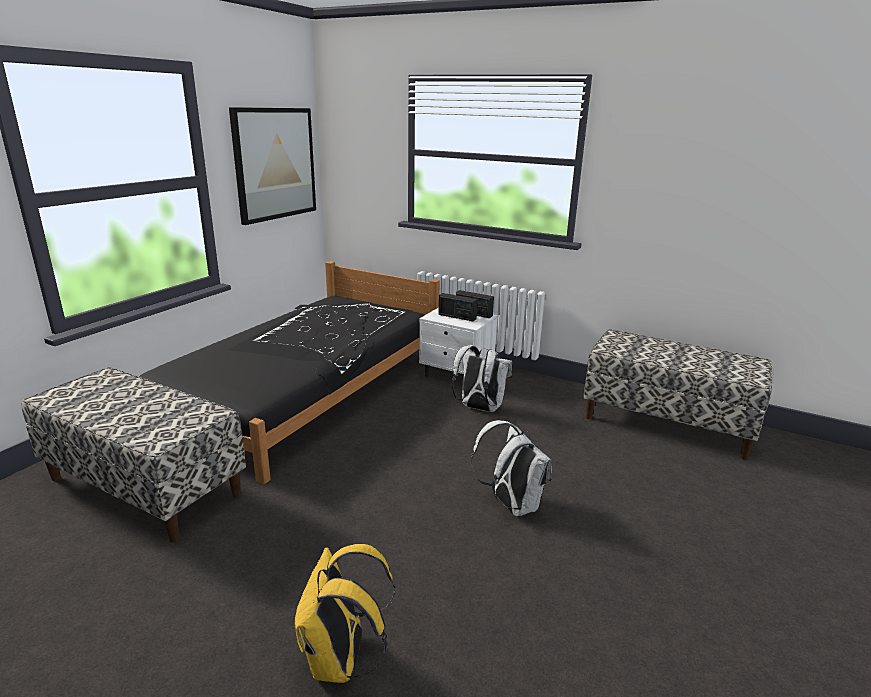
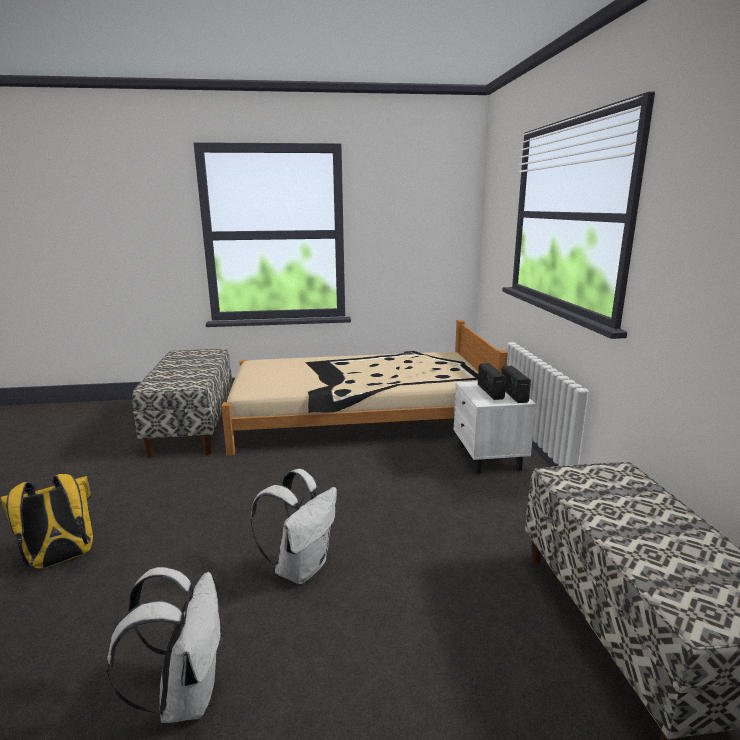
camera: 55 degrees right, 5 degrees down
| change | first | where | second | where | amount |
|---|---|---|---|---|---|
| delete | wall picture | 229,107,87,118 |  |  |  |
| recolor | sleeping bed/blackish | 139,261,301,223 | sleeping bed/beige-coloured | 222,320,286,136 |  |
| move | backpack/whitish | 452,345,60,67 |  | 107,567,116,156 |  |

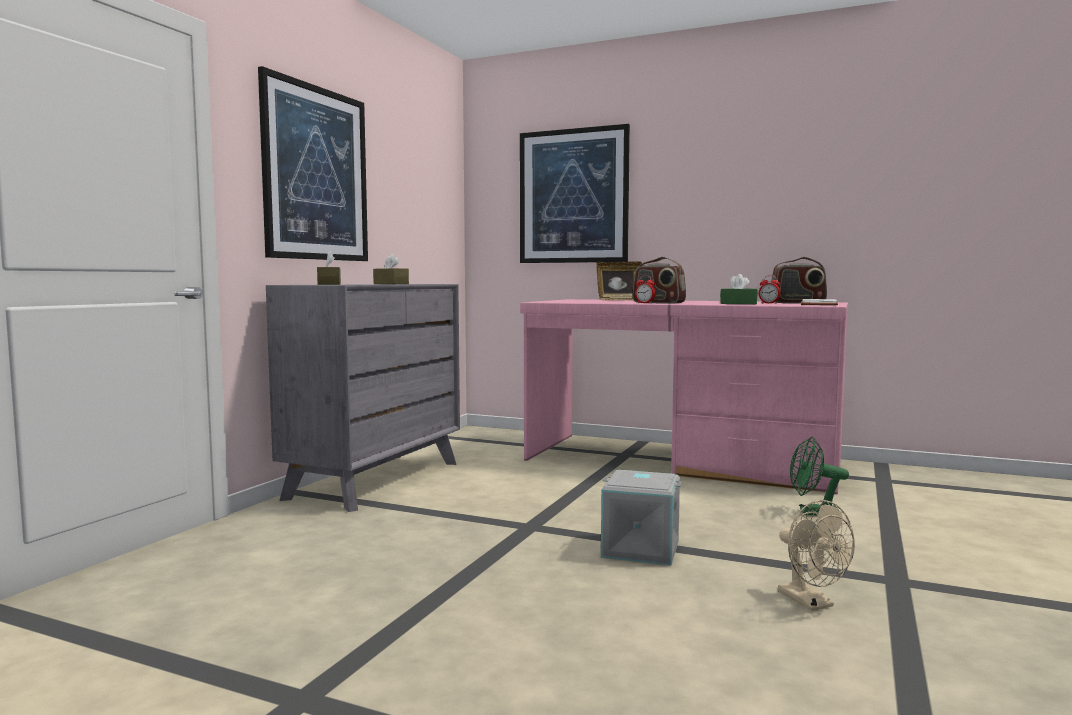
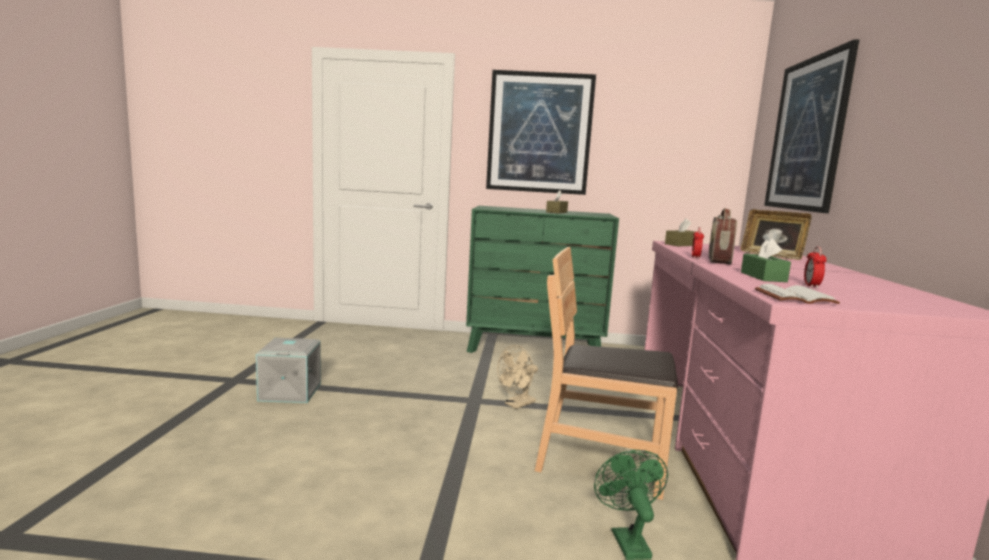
camera: 70 degrees right, 5 degrees up
| change | first | where | second | where | amount |
|---|---|---|---|---|---|
| move | tissue holder/brownish | 317,251,24,34 |  | 665,218,30,28 |  |
| delete | radio | 771,257,56,46 |  |  |  |
| recolor | chest of drawers/greyish | 266,284,194,228 | chest of drawers/green | 466,206,153,147 |  |
| move | storage box/greyish | 601,470,81,95 |  | 256,338,65,65 |  |
| move | fan/beige-coloured | 778,500,77,111 |  | 497,345,41,64 |  |
| insert |  |  | chair/brownish | 535,247,143,253 |  |

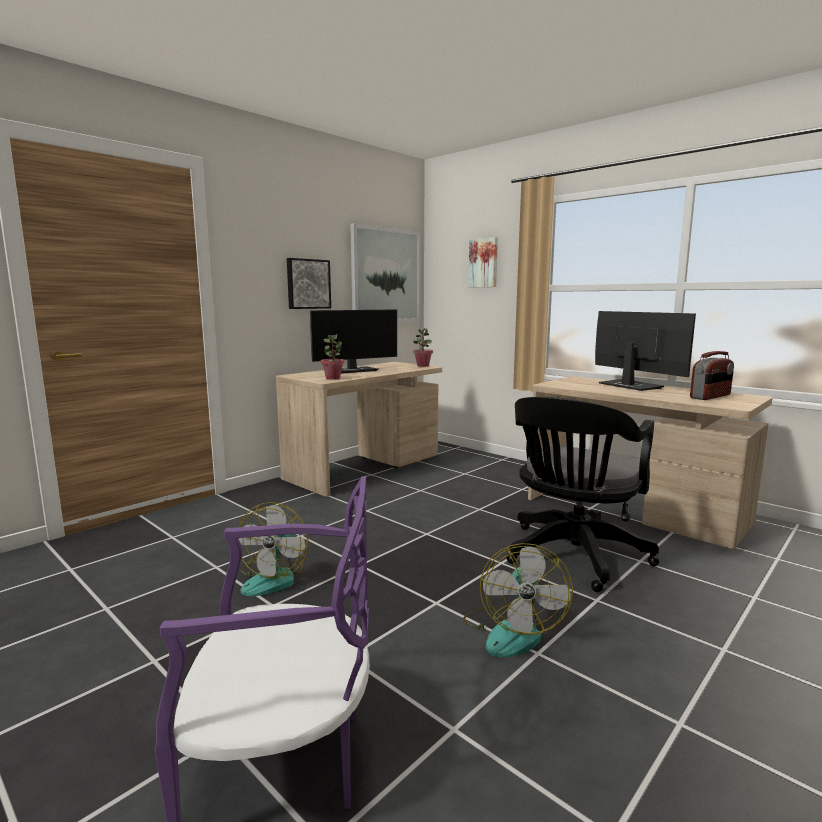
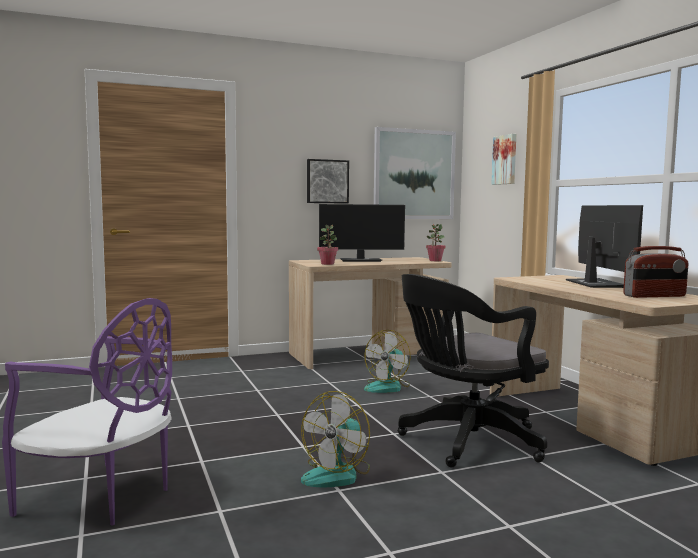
camera: 25 degrees right, 5 degrees down
| change | first | where | second | where | amount |
|---|---|---|---|---|---|
| move | fan | 239,502,69,94 |  | 364,330,47,63 |  |

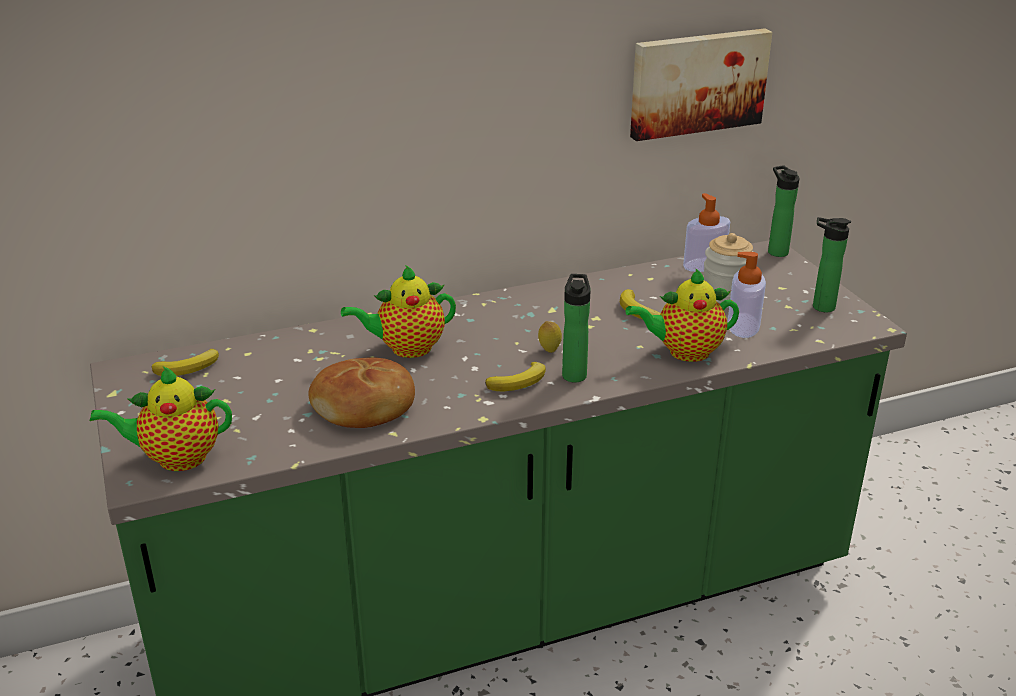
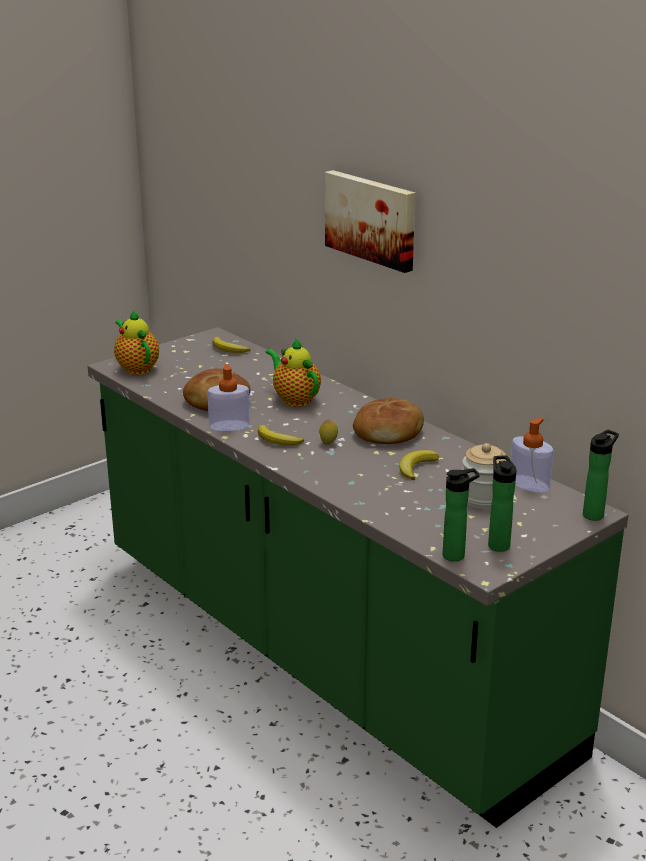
camera: 70 degrees right, 5 degrees down
| change | first | where | second | where | amount |
|---|---|---|---|---|---|
| move | wall picture | 630,28,142,113 |  | 325,170,90,103 |  |
| move | soap bottle | 727,252,39,86 |  | 207,364,43,67 |  |
| delete | teapot | 626,268,113,94 |  |  |  |
| move | bottle | 562,274,29,109 |  | 443,468,36,93 |  |
| insert |  |  | baked bread | 353,398,71,46 |  |

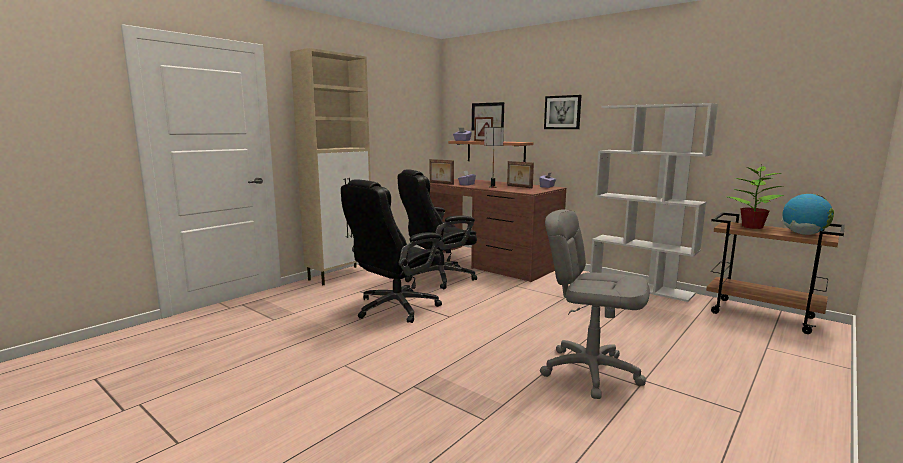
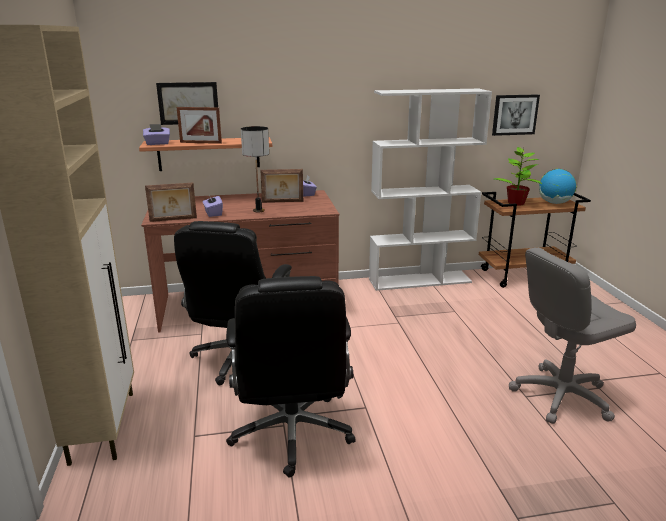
camera: 50 degrees left, 10 degrees up
| change | first | where | second | where | amount |
|---|---|---|---|---|---|
| move | wall picture | 544,95,37,34 |  | 492,94,48,42 |  |

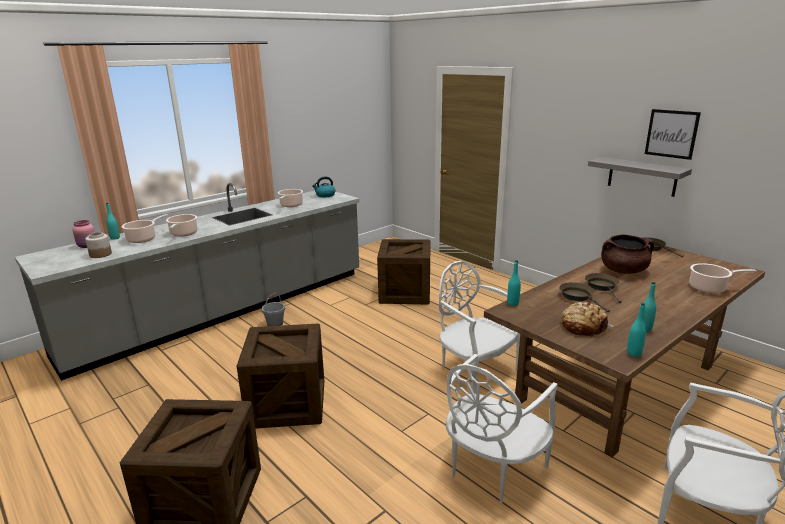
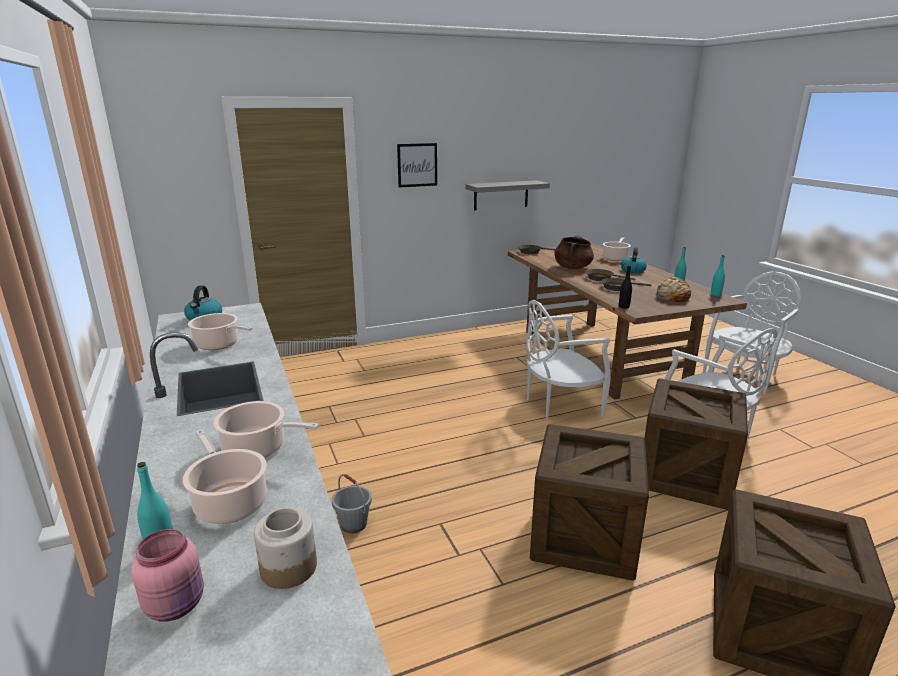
camera: 70 degrees left, 0 degrees up
| change | first | where | second | where | amount |
|---|---|---|---|---|---|
| move | wall picture | 645,109,56,51 |  | 397,143,40,44 |  |
| move | shipping crate | 377,239,54,66 |  | 644,378,104,132 |  |
| recolor | bottle/turquoise-coloured | 507,260,14,46 | bottle/blackish | 619,265,13,43 |  |
| insert |  |  | water kettle | 621,247,26,26 |  |

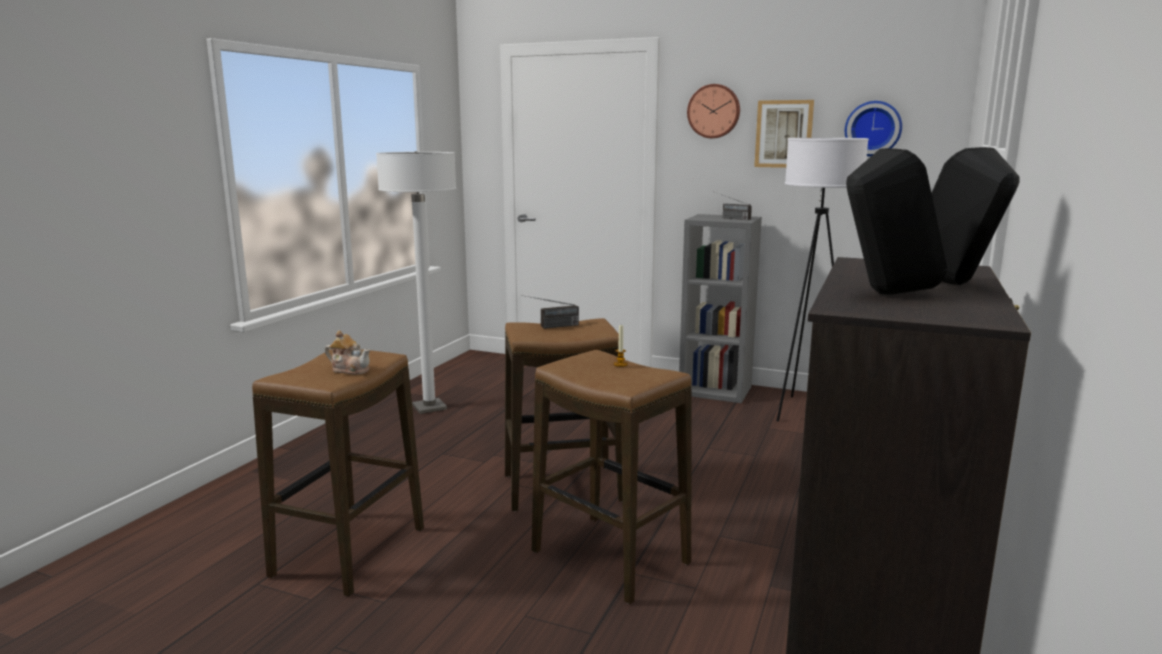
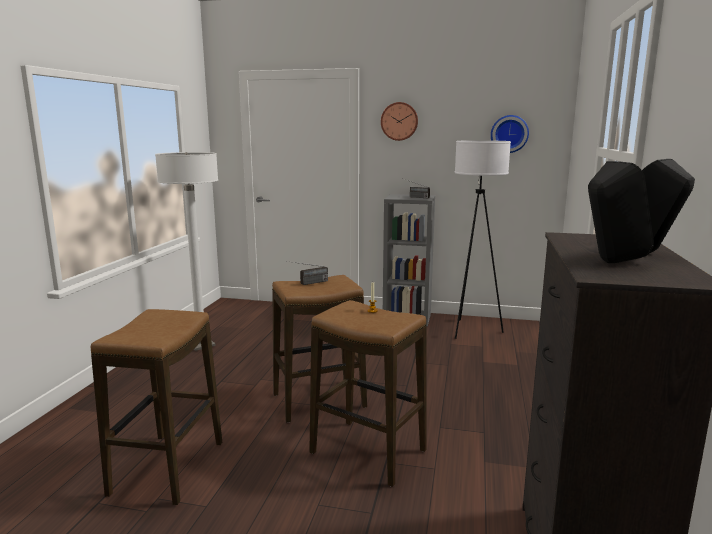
camera: 10 degrees left, 0 degrees up
| change | first | where | second | where | amount |
|---|---|---|---|---|---|
| delete | wall picture | 754,100,60,68 |  |  |  |
| delete | teapot | 325,330,45,44 |  |  |  |

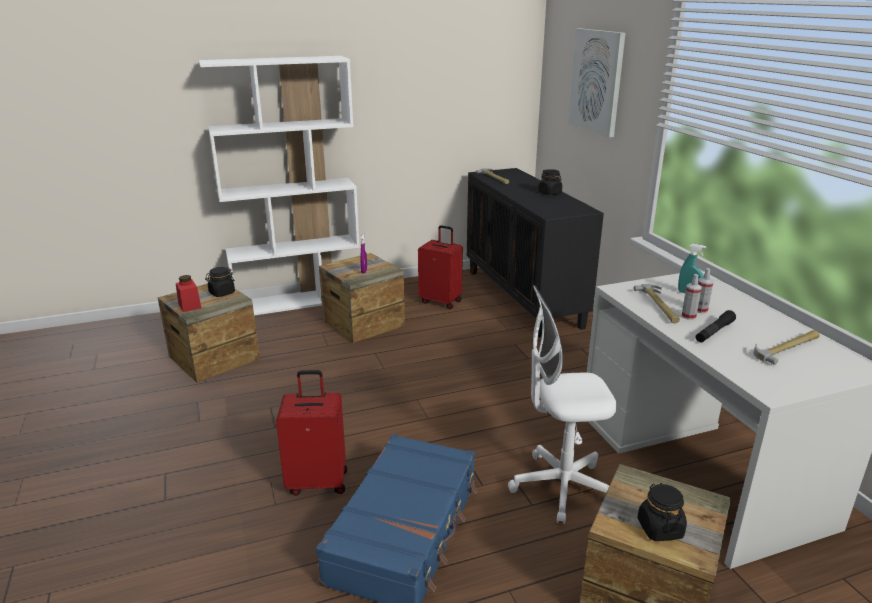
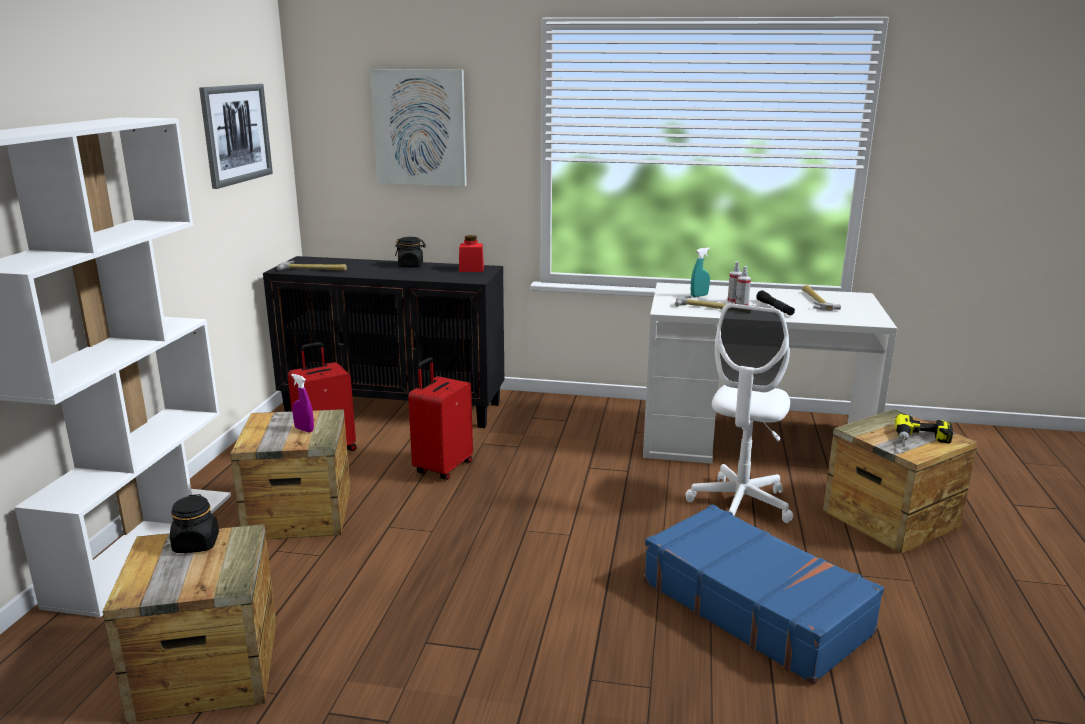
camera: 60 degrees left, 5 degrees down
| change | first | where | second | where | amount |
|---|---|---|---|---|---|
| move | jar/red | 176,275,25,37 |  | 459,235,25,37 |  |
| move | travel case/red | 276,370,71,125 |  | 408,357,65,123 |  |
| replace | jar/blackish | 637,483,50,58 | electric drill | 895,414,58,33 |  |
| insert |  |  | wall picture | 199,84,74,105 |  |

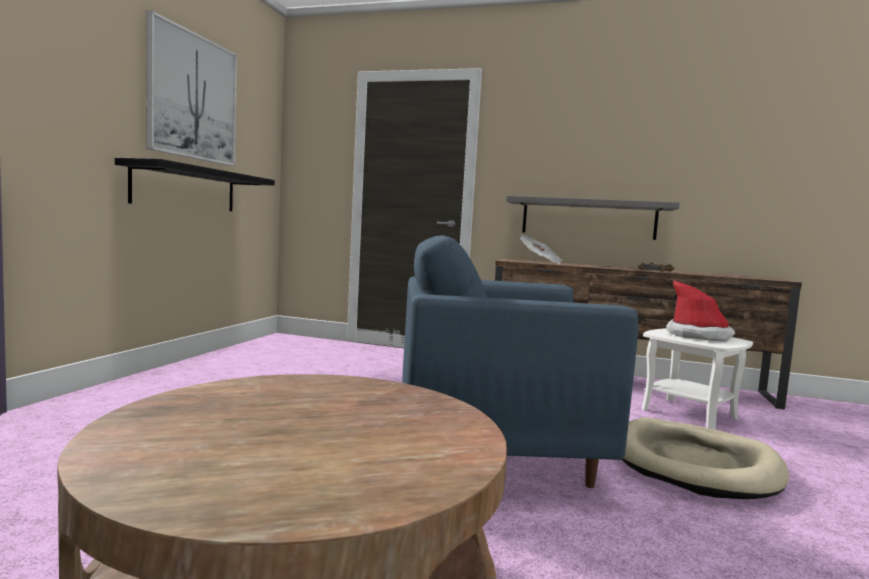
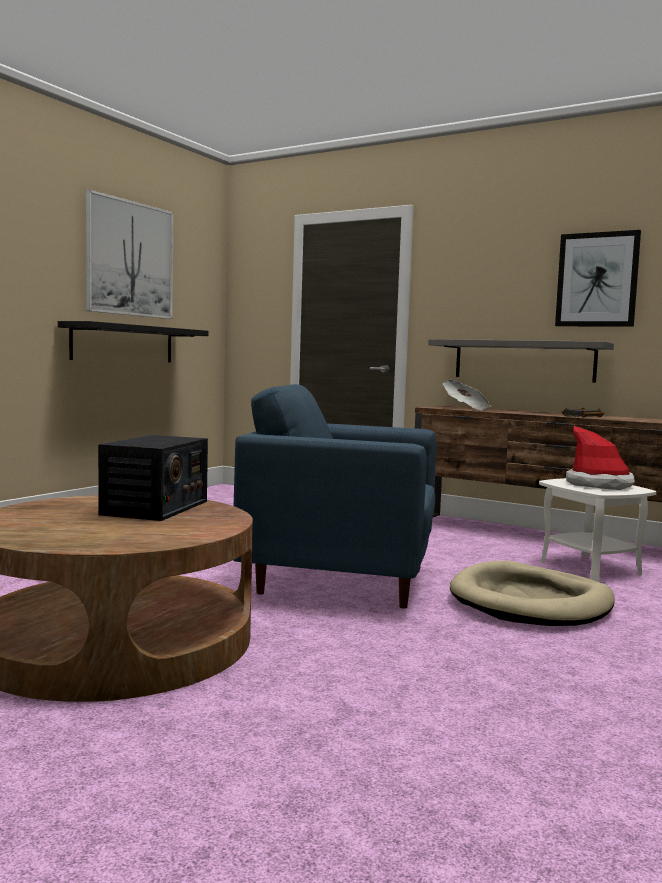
camera: 15 degrees right, 0 degrees up
| change | first | where | second | where | amount |
|---|---|---|---|---|---|
| insert |  |  | wall picture | 555,230,86,97 |  |
| insert |  |  | radio | 98,435,110,86 |  |

